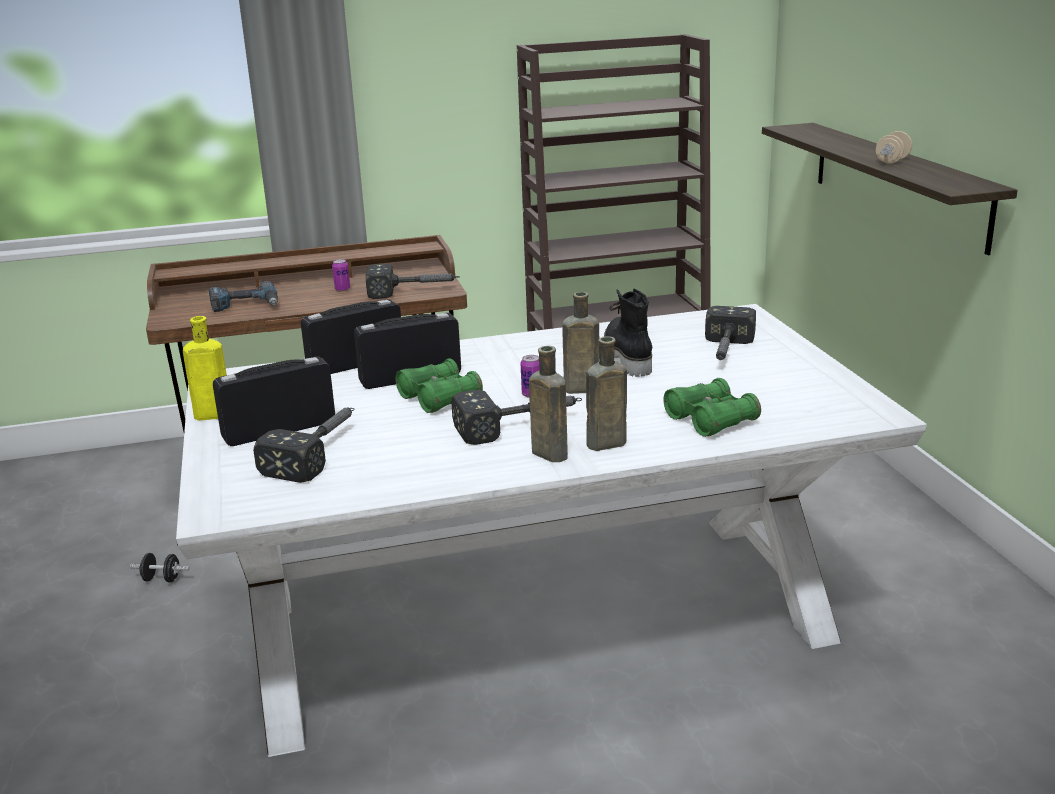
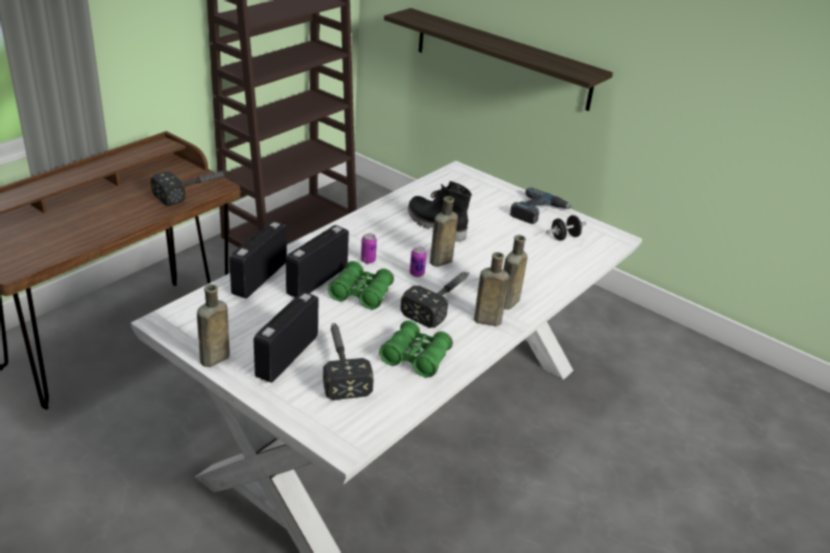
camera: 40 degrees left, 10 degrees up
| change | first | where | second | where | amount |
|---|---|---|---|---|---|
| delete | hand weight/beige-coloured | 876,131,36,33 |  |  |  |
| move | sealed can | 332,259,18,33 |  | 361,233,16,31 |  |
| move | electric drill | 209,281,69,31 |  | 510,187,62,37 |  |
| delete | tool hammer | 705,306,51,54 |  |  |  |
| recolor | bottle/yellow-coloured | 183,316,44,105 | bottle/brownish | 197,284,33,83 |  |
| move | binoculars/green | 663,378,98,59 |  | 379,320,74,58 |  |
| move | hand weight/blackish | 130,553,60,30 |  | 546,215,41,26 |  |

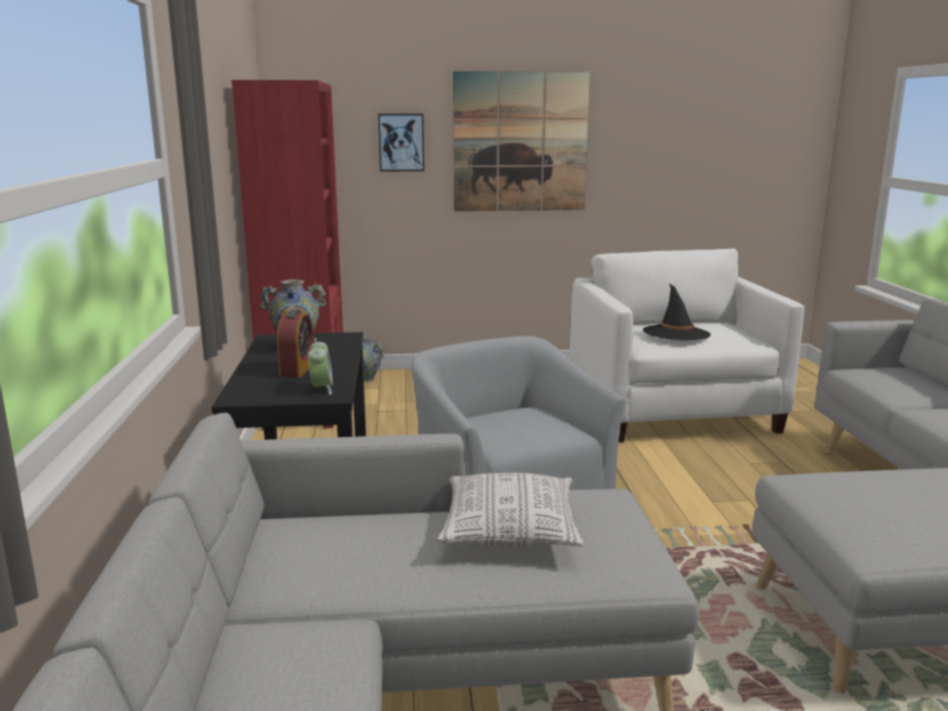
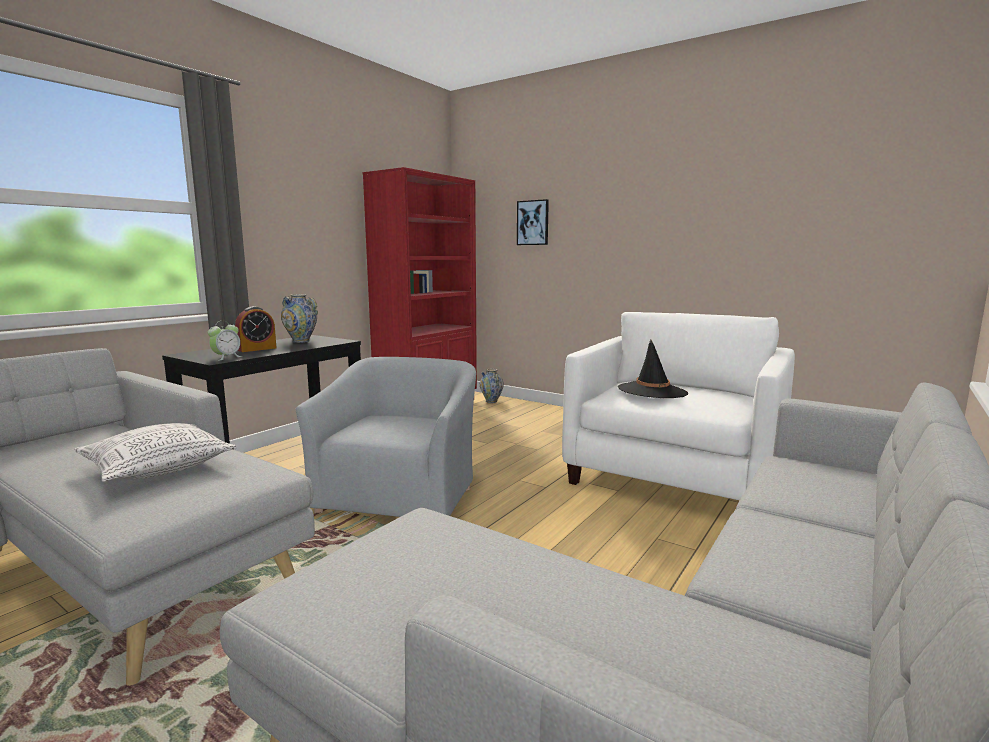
camera: 40 degrees right, 5 degrees down
| change | first | where | second | where | amount |
|---|---|---|---|---|---|
| delete | wall picture | 453,71,137,140 |  |  |  |

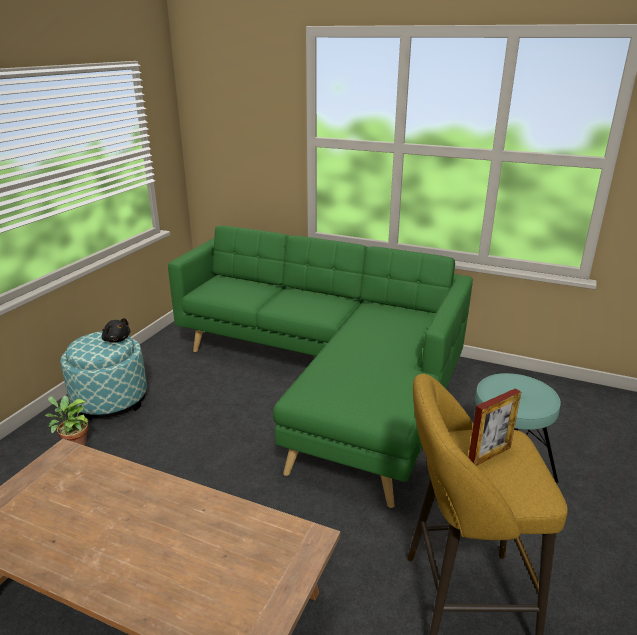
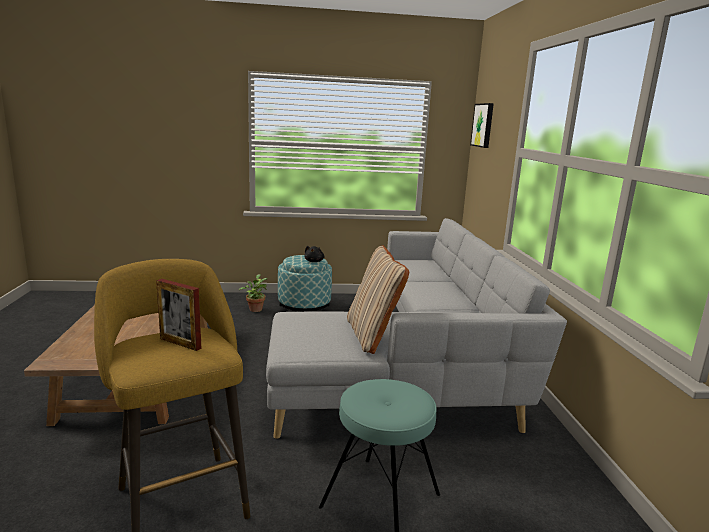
camera: 60 degrees right, 10 degrees down
| change | first | where | second | where | amount |
|---|---|---|---|---|---|
| recolor | sofa/green | 168,225,305,283 | sofa/greyish | 266,218,301,221 |  |
| insert |  |  | wall picture | 470,103,24,45 |  |
| insert |  |  | pillow/beige-coloured | 347,245,62,109 |  |

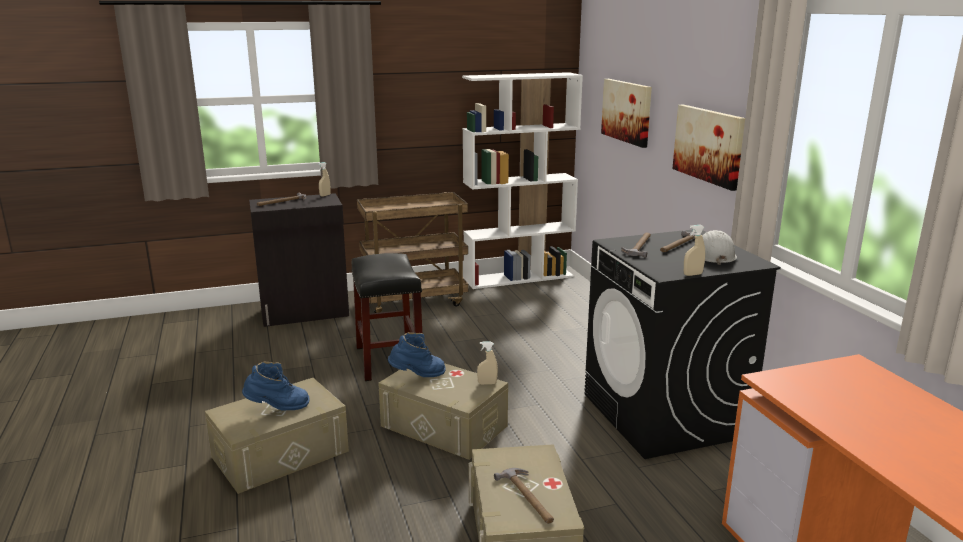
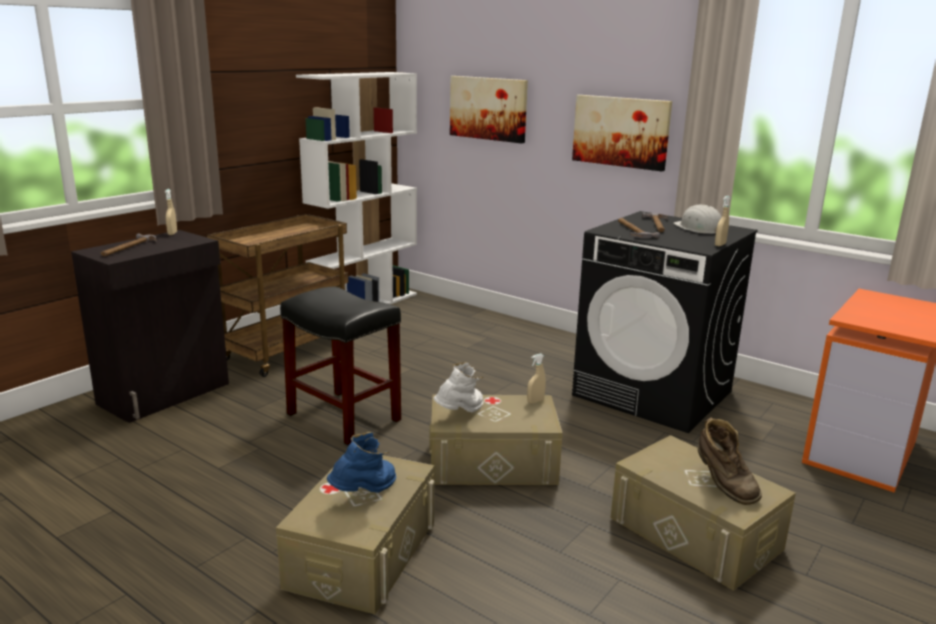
camera: 35 degrees left, 0 degrees up
| change | first | where | second | where | amount |
|---|---|---|---|---|---|
| recolor | tall boot/bluish | 388,332,58,45 | tall boot/whitish | 433,362,51,50 |  |
| replace | tool hammer | 494,468,60,56 | tall boot/brownish | 698,417,64,88 |  |

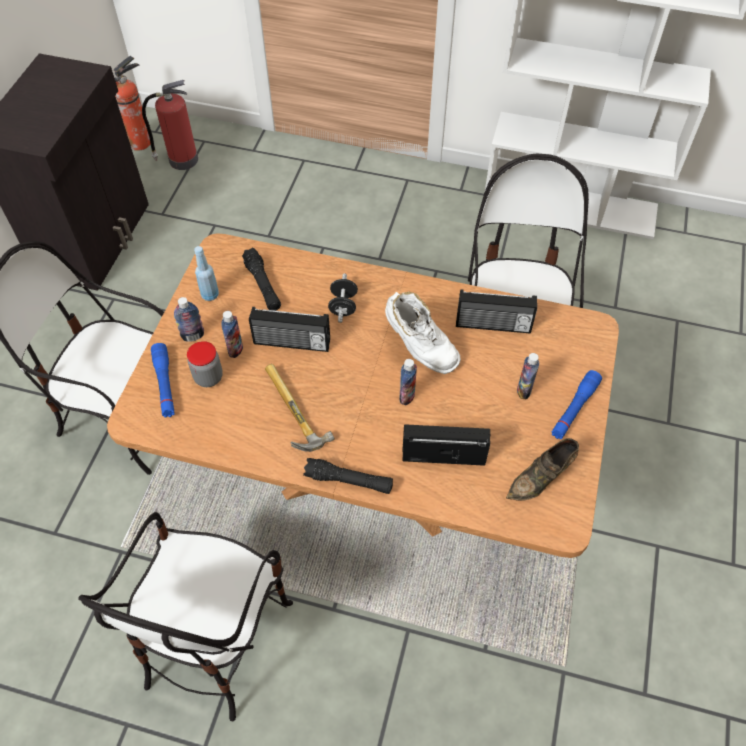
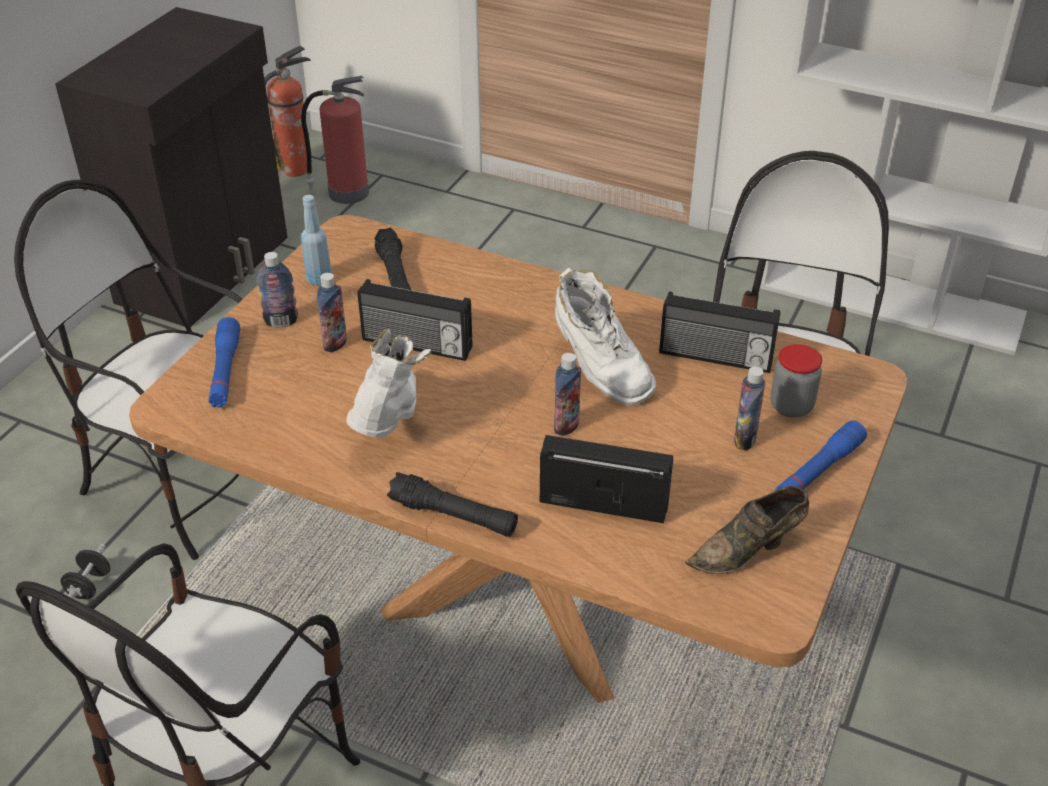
camera: 10 degrees right, 15 degrees down
| change | first | where | second | where | amount |
|---|---|---|---|---|---|
| move | hand weight/blackish | 328,274,30,49 |  | 61,544,49,55 |  |
| move | jar | 187,341,36,46 |  | 770,344,52,74 |  |
| replace | tool hammer | 265,364,69,88 | tall boot/whitish | 346,329,85,109 |  |

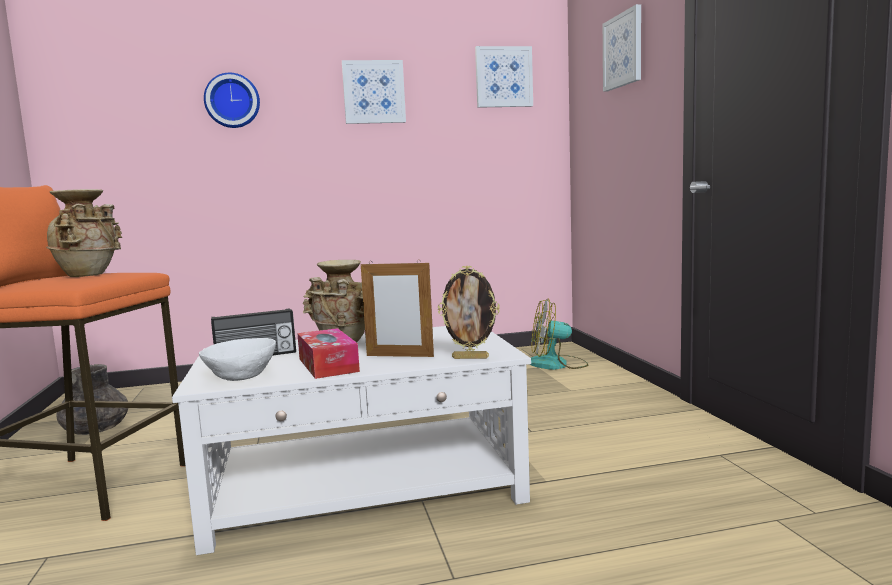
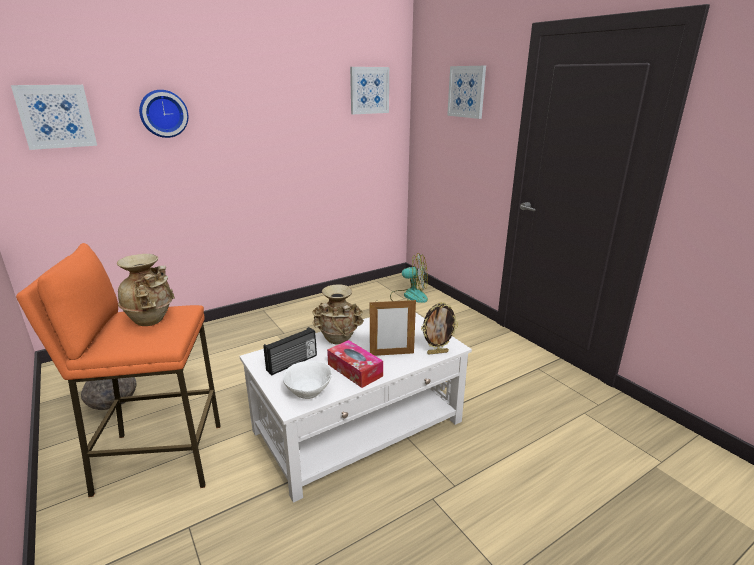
camera: 20 degrees left, 15 degrees up
| change | first | where | second | where | amount |
|---|---|---|---|---|---|
| move | wall picture | 342,60,64,64 |  | 11,85,86,65 |  |
| rotate | fan | 529,299,59,71 |  | 390,253,38,50 | 150 degrees counterclockwise |

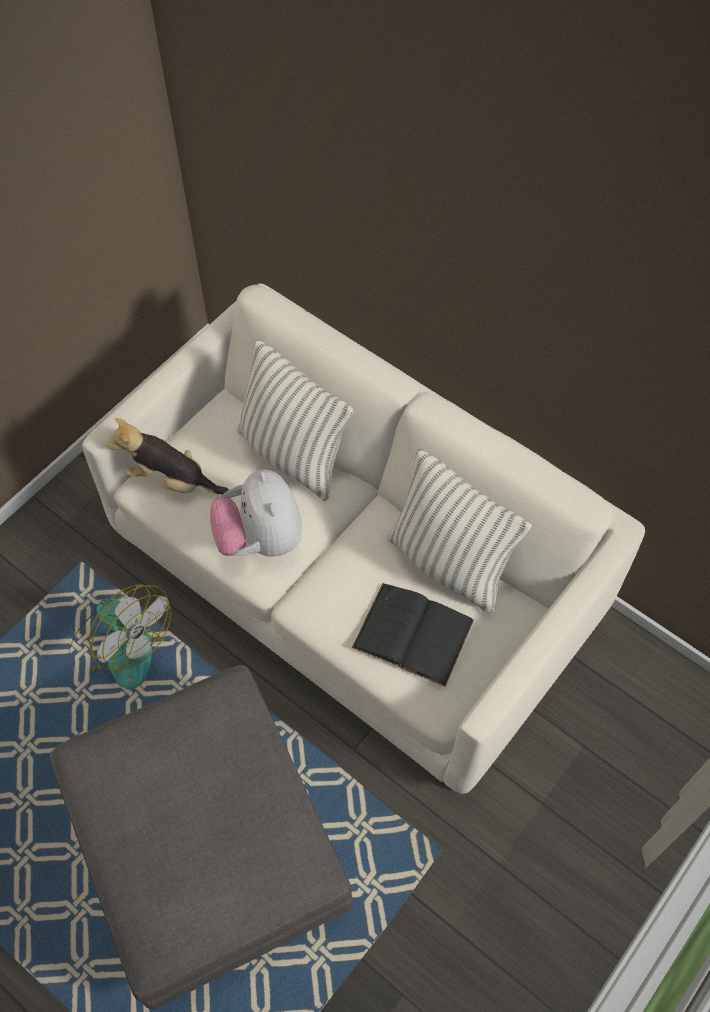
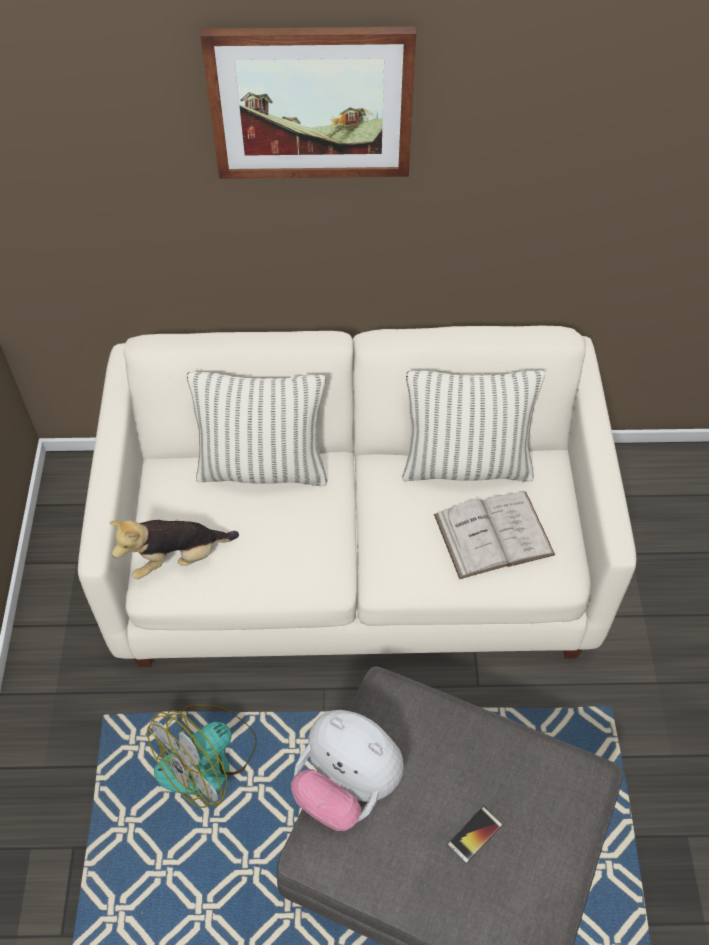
camera: 40 degrees left, 5 degrees down
| change | first | where | second | where | amount |
|---|---|---|---|---|---|
| move | soft toy | 210,469,92,88 |  | 291,710,113,121 |  |
| recolor | book/blackish | 352,583,122,104 | book/whitish | 434,492,121,87 |  |
| rotate | fan | 68,584,103,105 |  | 147,704,110,104 | 135 degrees clockwise |
| insert |  |  | wall picture | 200,26,216,153 |  |
| insert |  |  | phone | 447,806,55,58 |  |

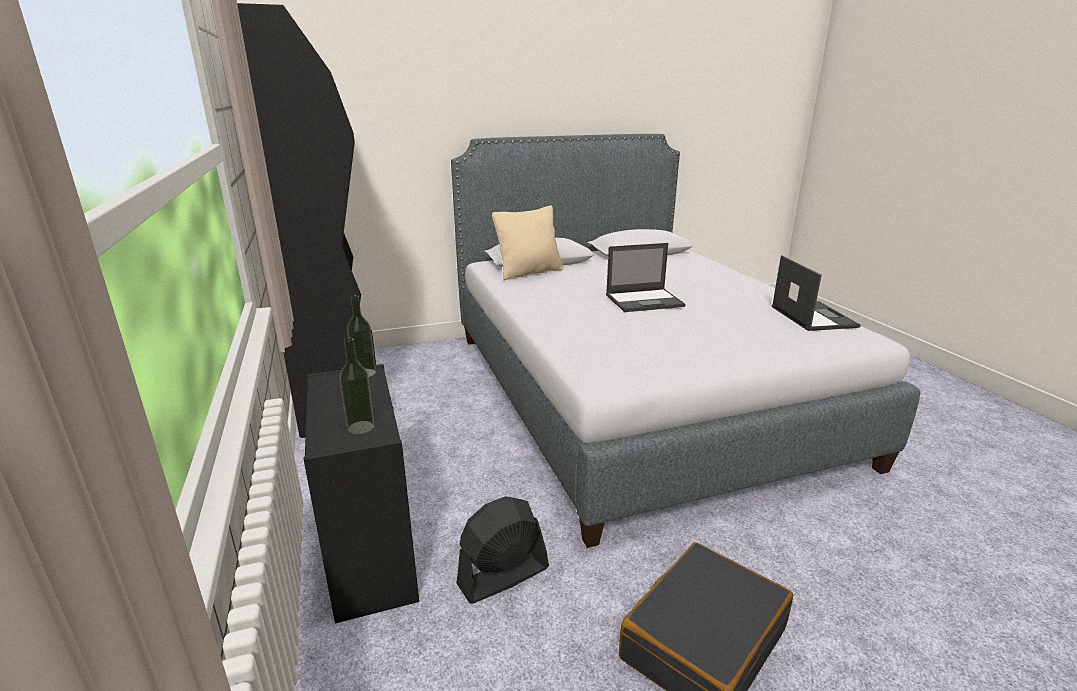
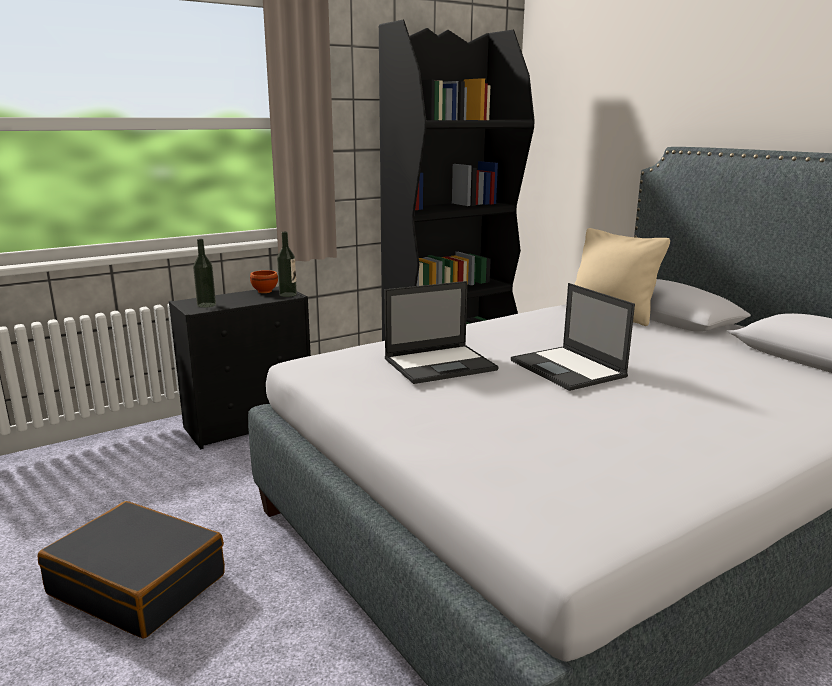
camera: 75 degrees right, 5 degrees down
| change | first | where | second | where | amount |
|---|---|---|---|---|---|
| move | laptop | 772,255,89,76 |  | 385,281,114,103 |  |
| delete | fan/blackish | 457,496,92,108 |  |  |  |
| insert |  |  | deep dish/brownish | 250,270,28,23 |  |

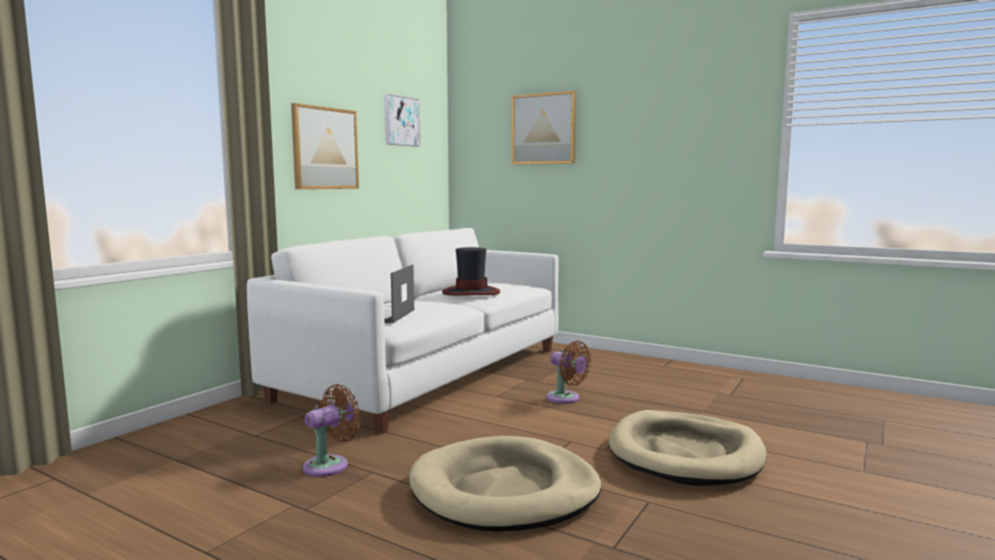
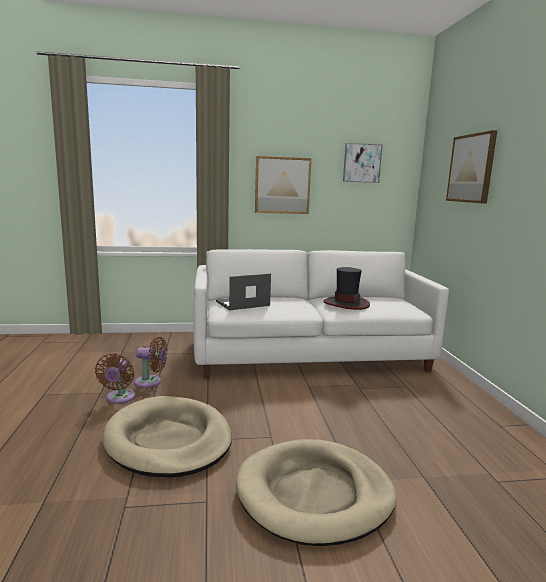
camera: 50 degrees right, 5 degrees up
| change | first | where | second | where | amount |
|---|---|---|---|---|---|
| move | fan/brownish | 546,341,45,63 |  | 95,353,41,51 |  |

